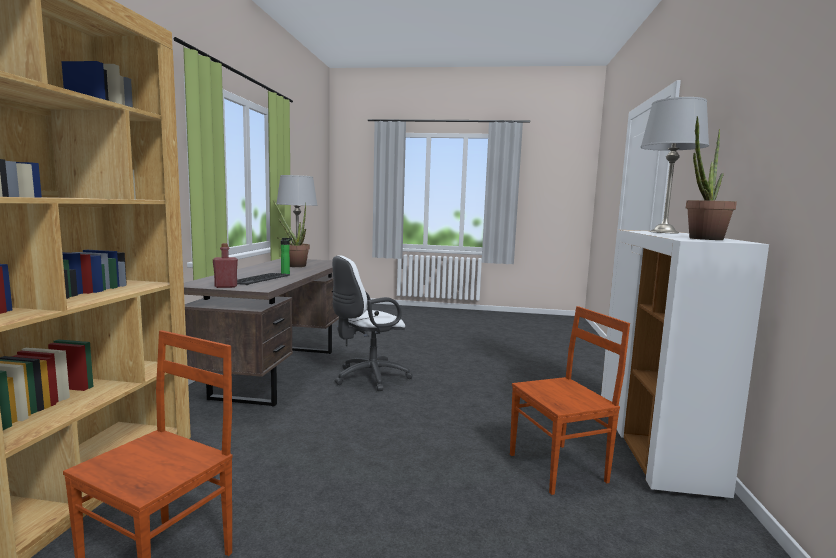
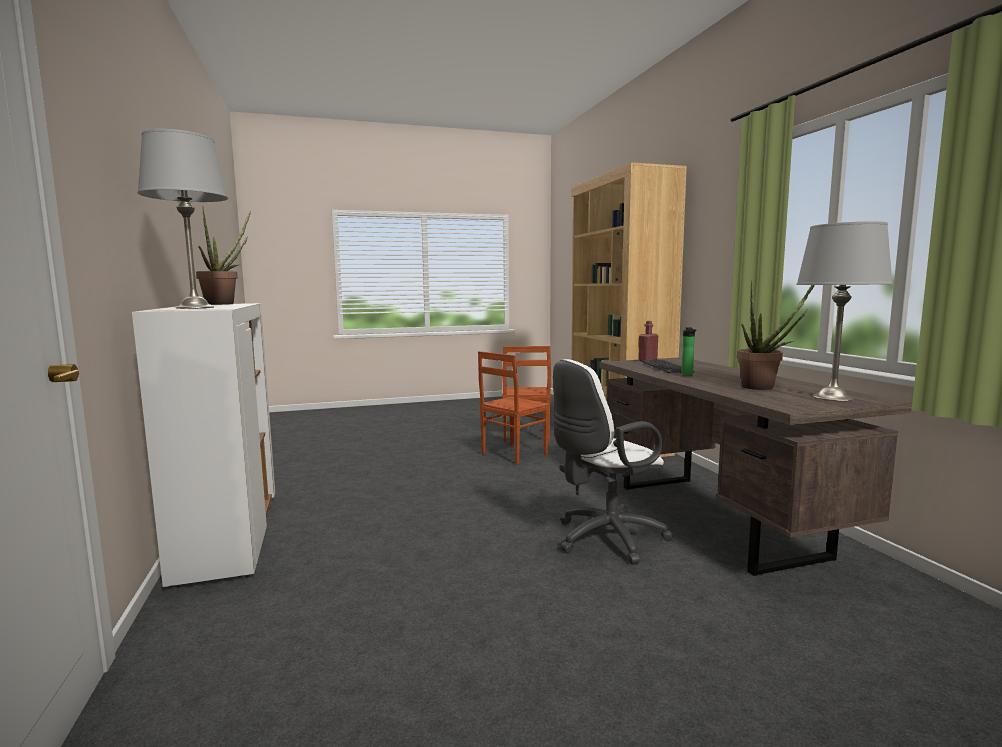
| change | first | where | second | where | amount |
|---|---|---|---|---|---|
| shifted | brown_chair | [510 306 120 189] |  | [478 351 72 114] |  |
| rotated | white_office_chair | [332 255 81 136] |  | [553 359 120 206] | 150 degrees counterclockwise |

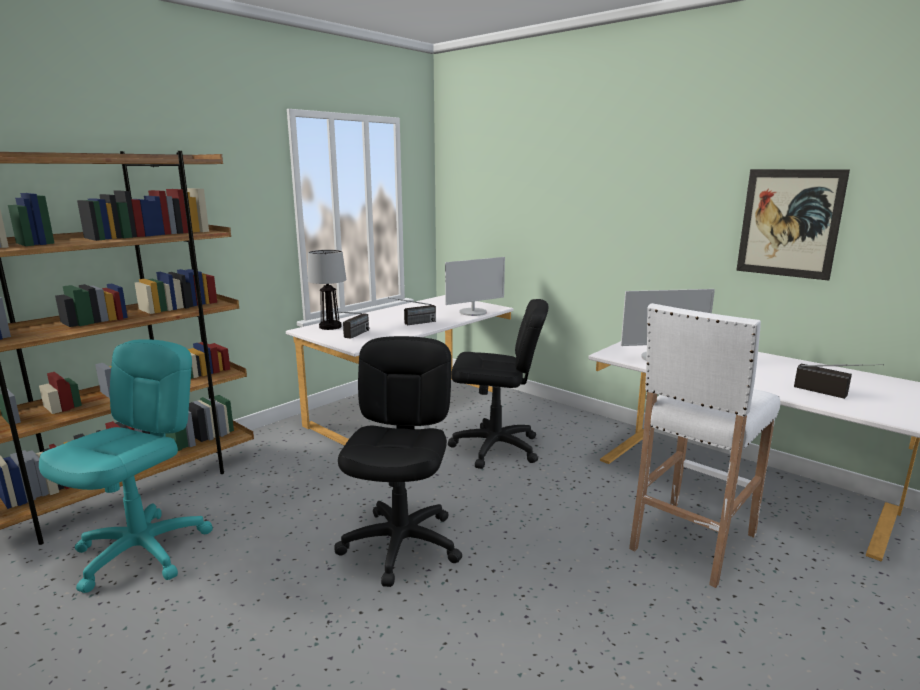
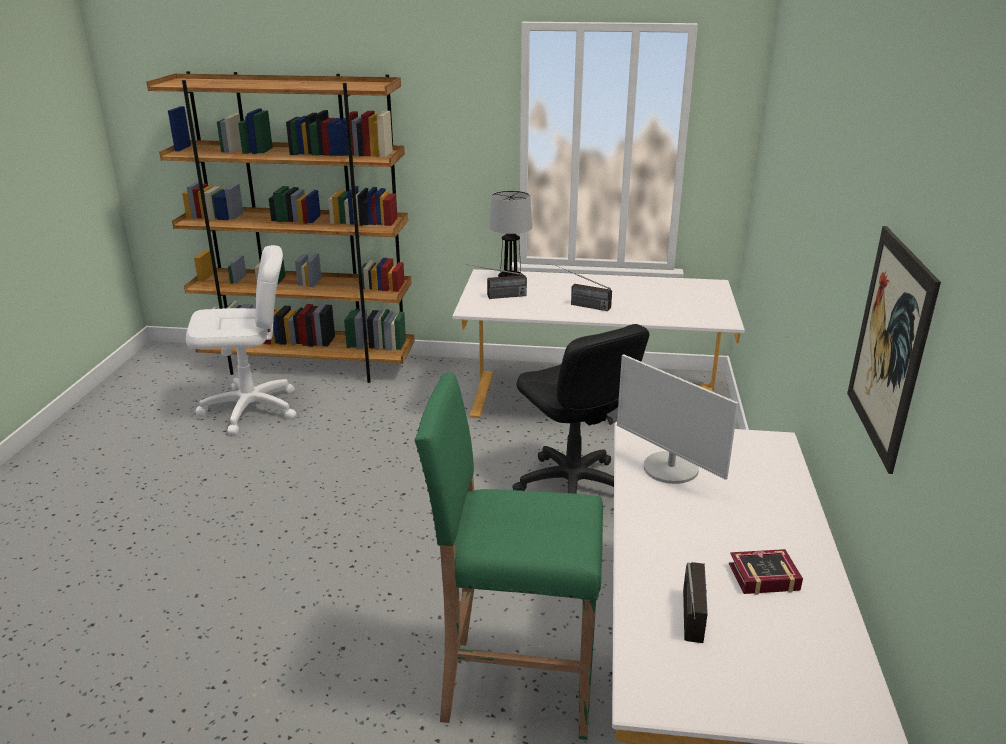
| change | first | where | second | where | amount |
|---|---|---|---|---|---|
| repainted | turquoise_office_chair | [39 339 174 254] | white_office_chair | [186 245 111 190] |  |
| repainted | white_stool | [629 303 151 285] | green_stool | [414 372 189 368] |  |
| new |  |  | book | [729 549 74 46] |  |
| gone | black_office_chair | [334 336 128 251] |  |  |  |
| gone | monitor | [445 257 60 59] |  |  |  |

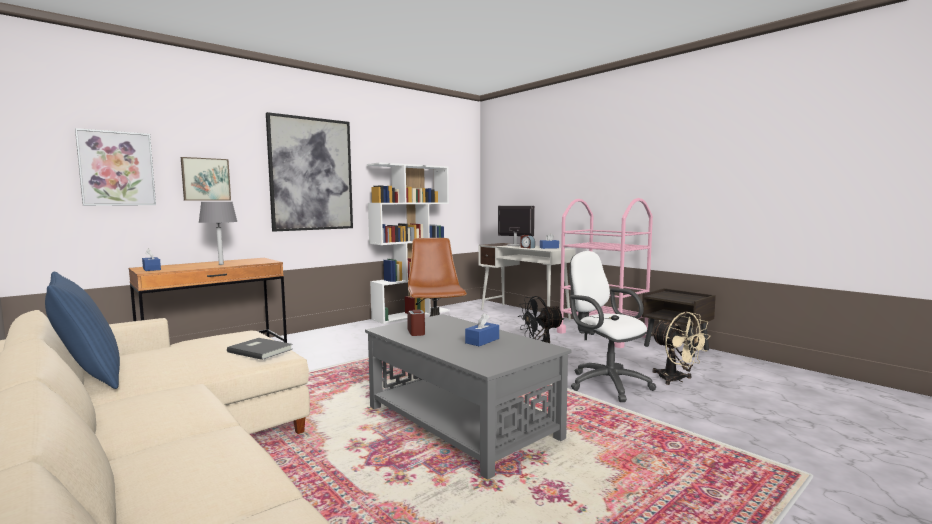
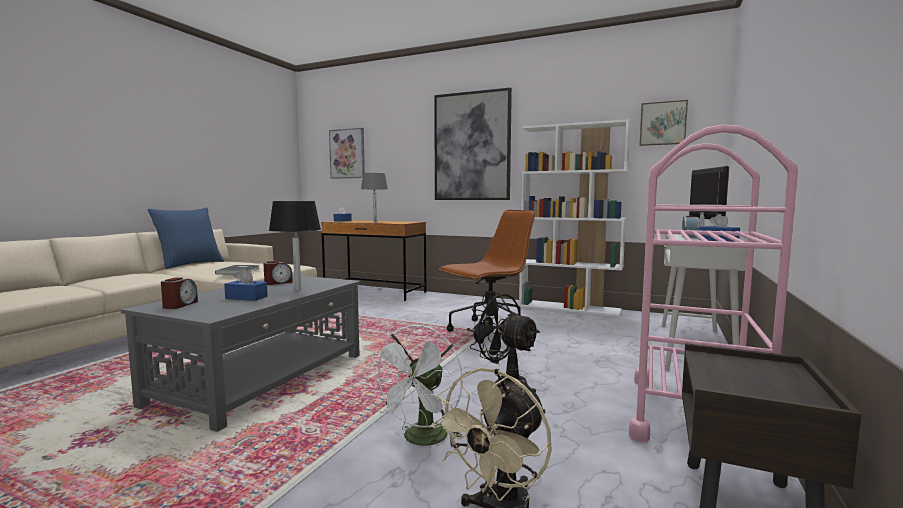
| change | first | where | second | where | amount |
|---|---|---|---|---|---|
| new |  |  | alarm_clock | [161 277 37 32] |  |
| new |  |  | black_table_lamp | [269 201 52 89] |  |
| swapped | white_office_chair | [569 251 87 151] | white_fan | [368 325 95 123] |  |
| shifted | picture | [181 157 50 44] |  | [640 100 48 46] |  |

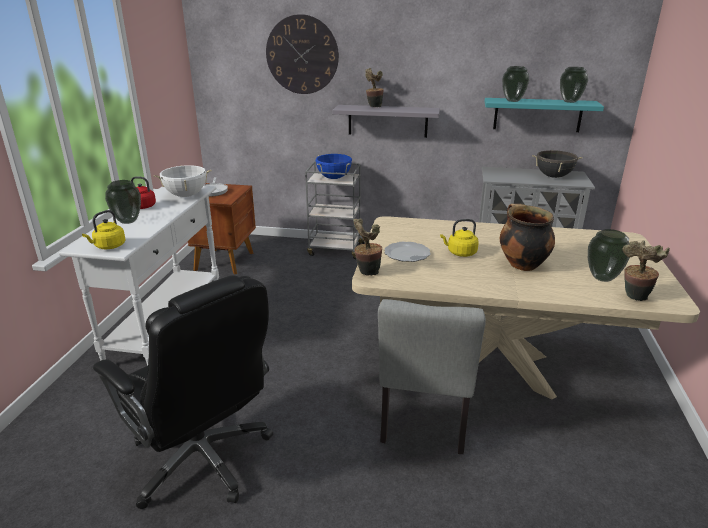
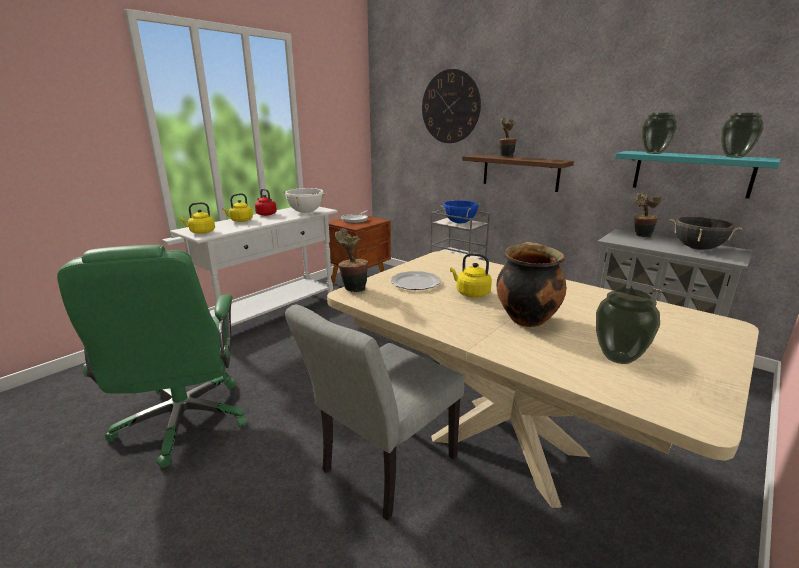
| change | first | where | second | where | amount |
|---|---|---|---|---|---|
| repainted | black_office_chair | [93 275 180 234] | green_office_chair | [57 245 190 223] |  |
| swapped | vase | [105 180 36 44] | yellow_kettle | [222 193 31 29] |  |
| repainted | grey_shelf | [332 105 108 33] | brown_shelf | [462 154 112 38] |  |
| shifted | potted_plant | [623 241 47 60] |  | [634 192 27 46] |  |

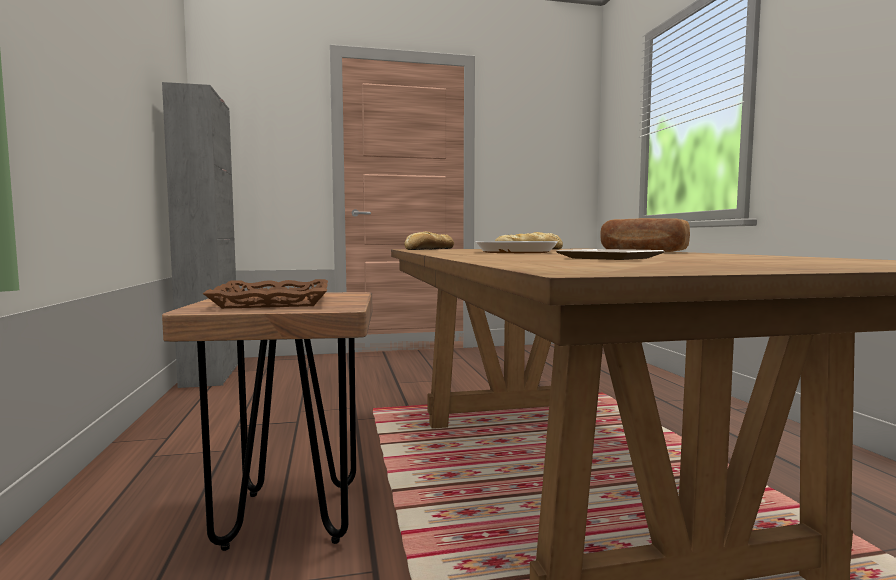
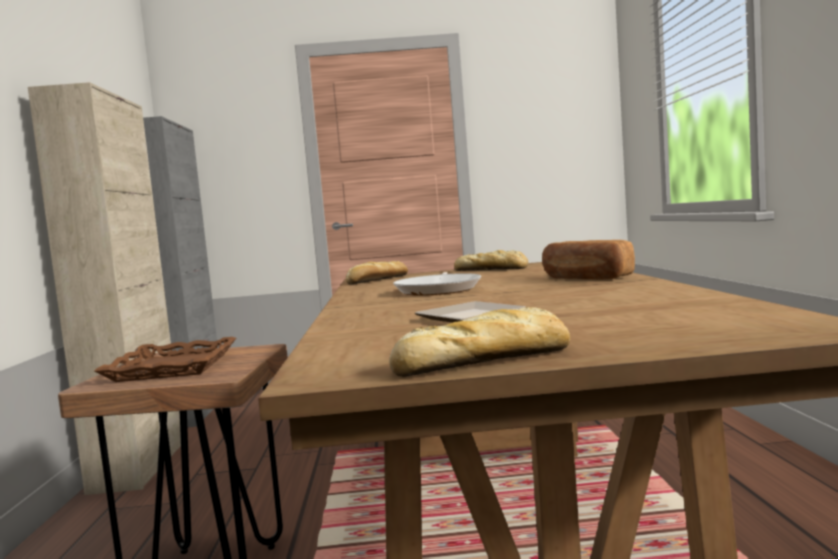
| change | first | where | second | where | amount |
|---|---|---|---|---|---|
| new |  |  | beige_cabinet | [28 82 153 413] |  |
| new |  |  | bread | [389 307 181 70] |  |

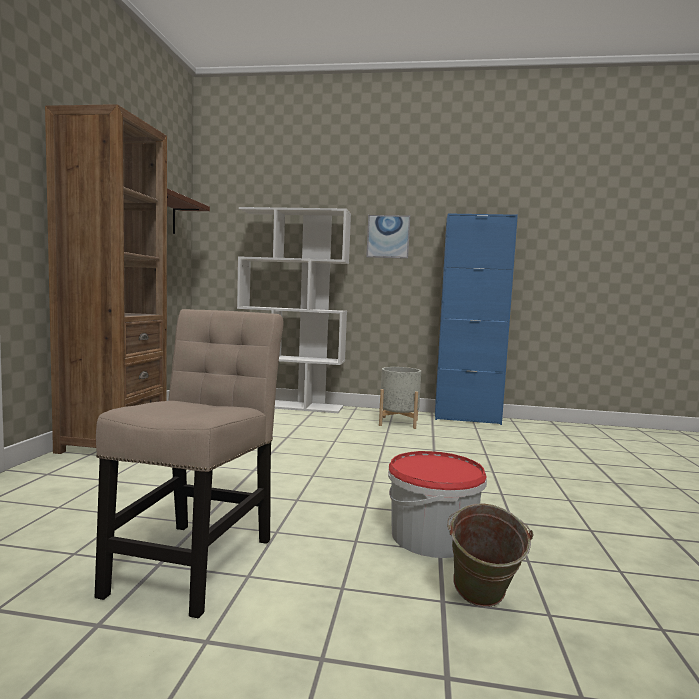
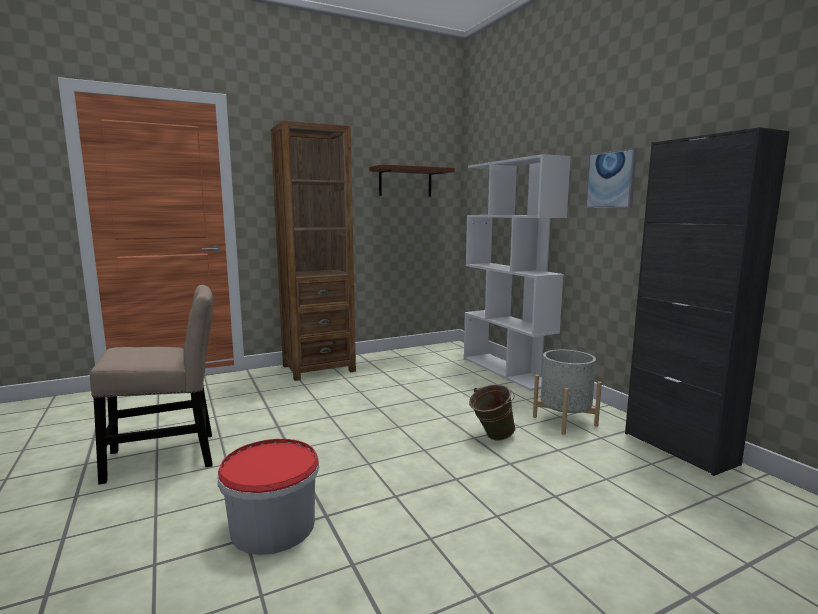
| change | first | where | second | where | amount |
|---|---|---|---|---|---|
| shifted | green_bucket | [447 503 86 104] |  | [469 384 47 57] |  |
| repainted | blue_cabinet | [435 213 83 212] | black_cabinet | [625 127 165 349] |  |

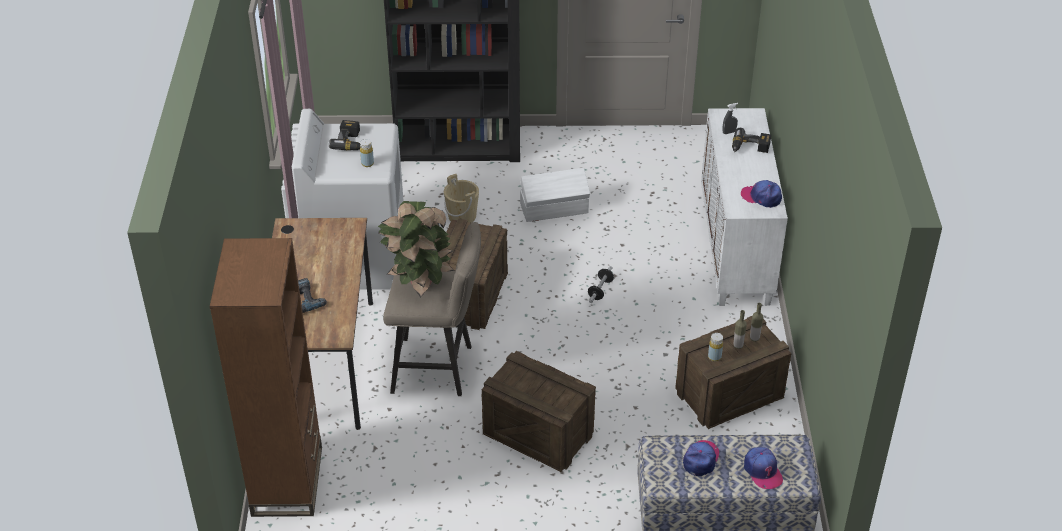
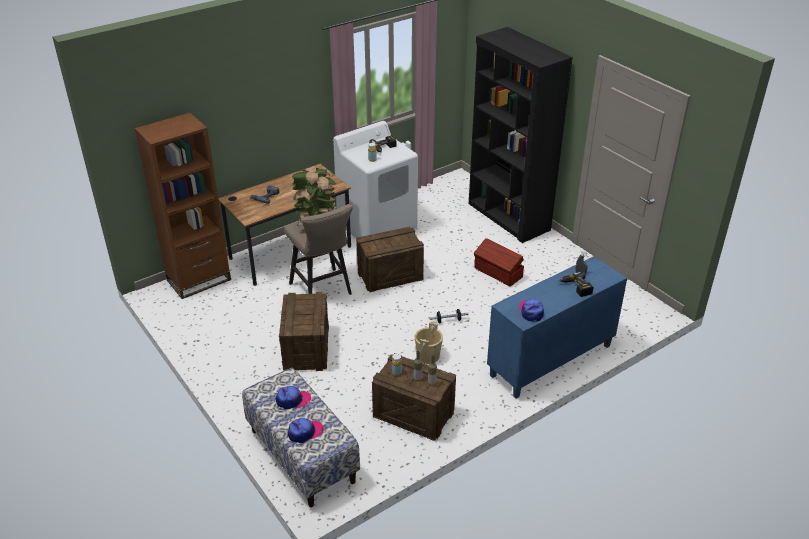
| change | first | where | second | where | amount |
|---|---|---|---|---|---|
| rotated | cap | [744 447 39 42] |  | [288 418 35 25] | 150 degrees counterclockwise |
| shifted | beige_bucket | [444 174 35 49] |  | [415 322 28 42] |  |
| repainted | white_storage_box | [520 168 70 54] | brown_storage_box | [474 238 50 49] |  |
| repainted | white_cabinet | [701 108 87 198] | blue_cabinet | [487 256 140 143] |  |

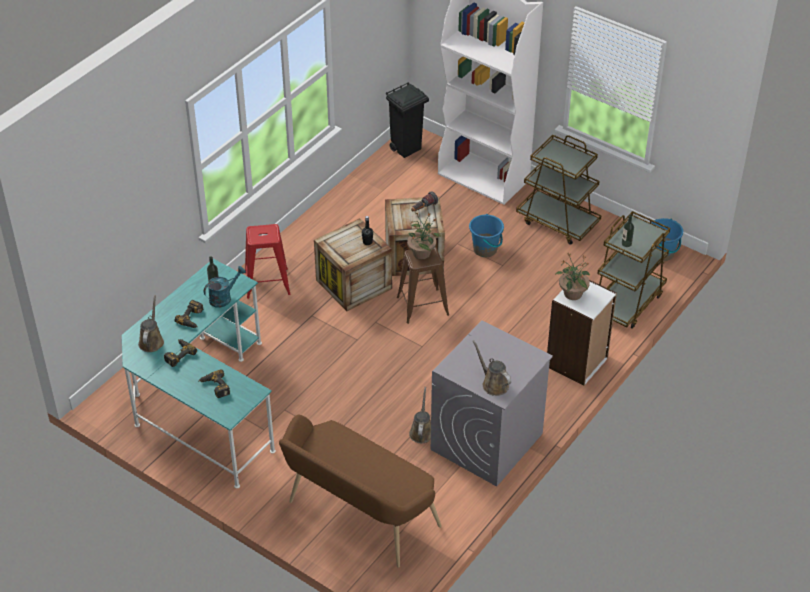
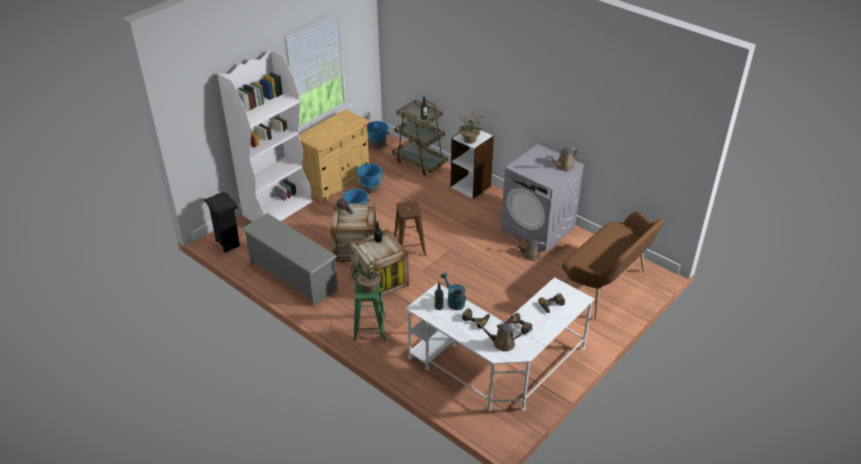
| change | first | where | second | where | amount |
|---|---|---|---|---|---|
| new |  |  | grey_shoe_rack | [242 213 96 94] |  |
| swapped | brown_cart | [516 135 86 110] | beige_cabinet | [299 109 71 93] |  |
| shifted | potted_plant | [407 212 33 47] |  | [352 253 31 40] |  |
| repainted | red_stool | [245 224 45 75] | green_stool | [353 281 33 61] |  |
| new |  |  | blue_bucket | [356 163 27 30] |  |
| repainted | turquoise_desk | [122 259 154 229] | white_desk | [405 277 190 135] |  |

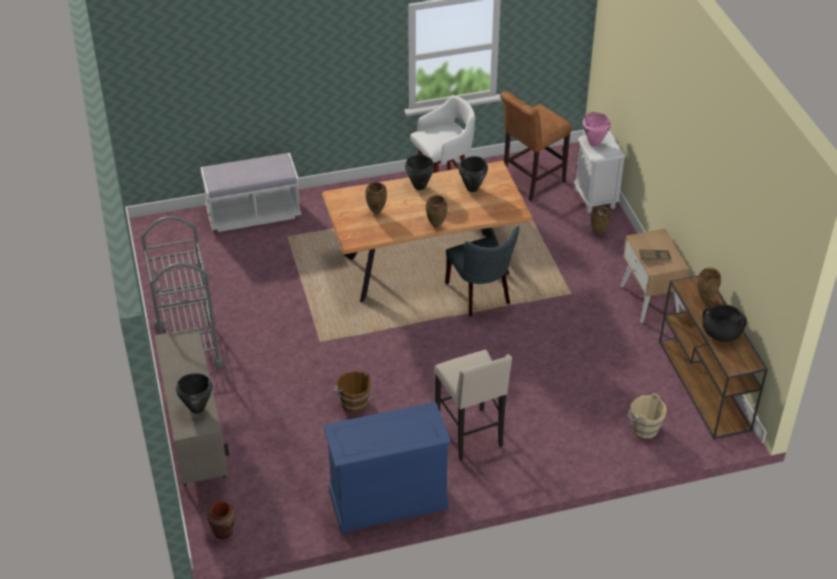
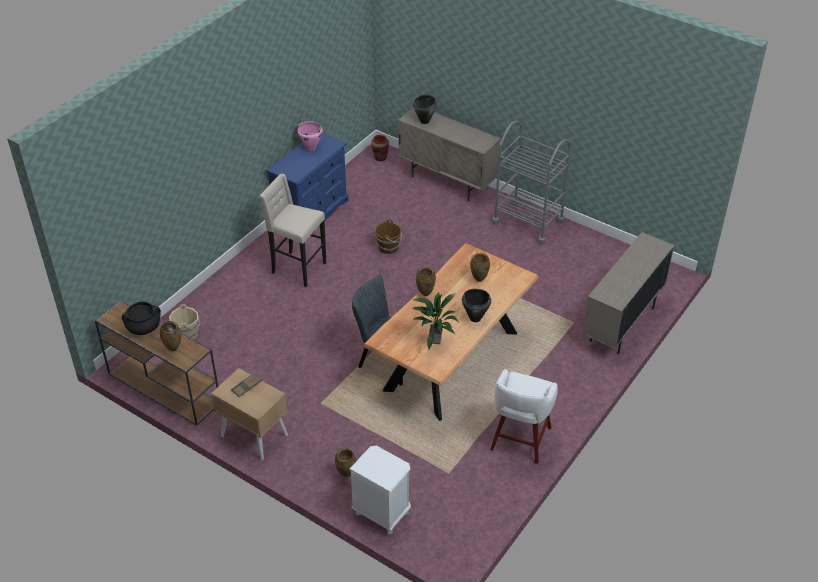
| change | first | where | second | where | amount |
|---|---|---|---|---|---|
| shifted | pink_cooking_pot | [583 112 28 35] |  | [298 121 25 30] |  |
| swapped | black_cooking_pot | [459 156 29 36] | potted_plant | [412 292 47 58] |  |
| swapped | white_bench | [200 153 101 79] | beige_cabinet | [582 232 92 122] |  |
| gone | brown_stool | [500 91 72 110] |  |  |  |

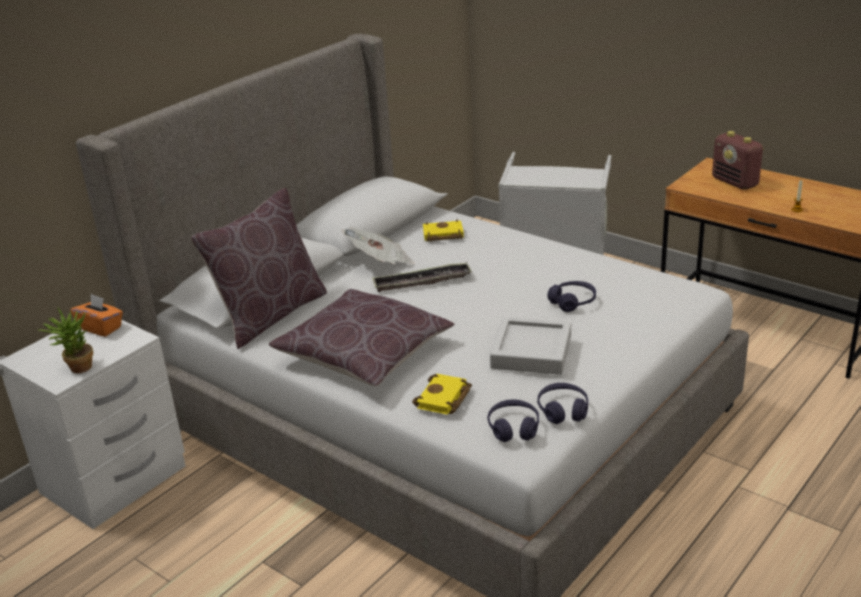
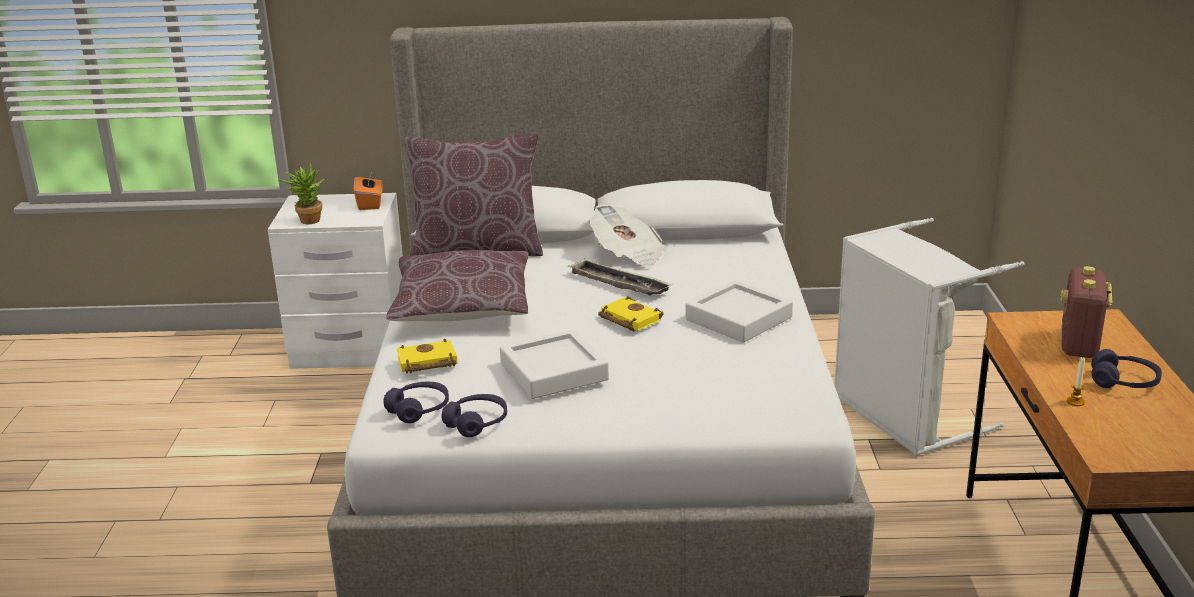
| change | first | where | second | where | amount |
|---|---|---|---|---|---|
| shifted | yellow_book | [423 220 41 22] |  | [598 296 66 36] |  |
| new |  |  | grey_tray | [686 280 107 62] |  |
| shifted | purple_headphones | [547 281 49 31] |  | [1091 349 71 39] |  |

